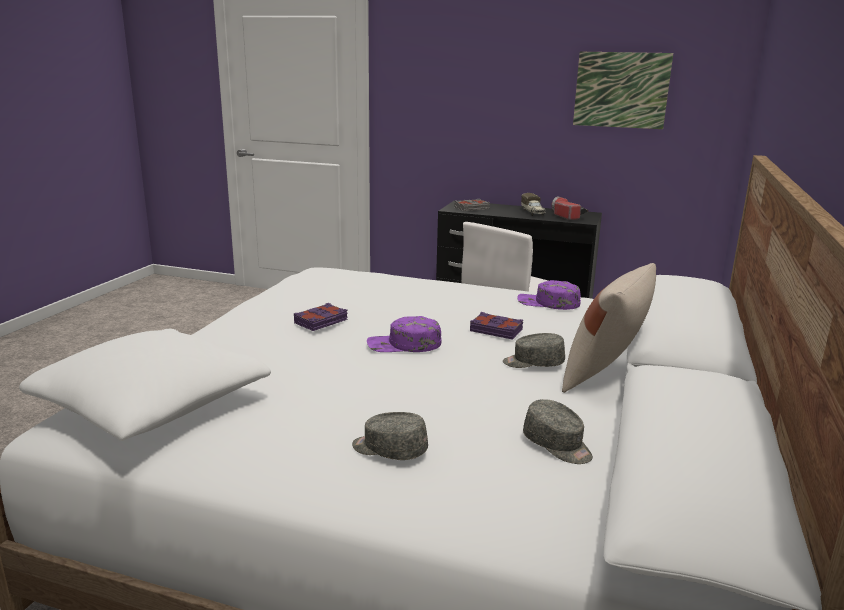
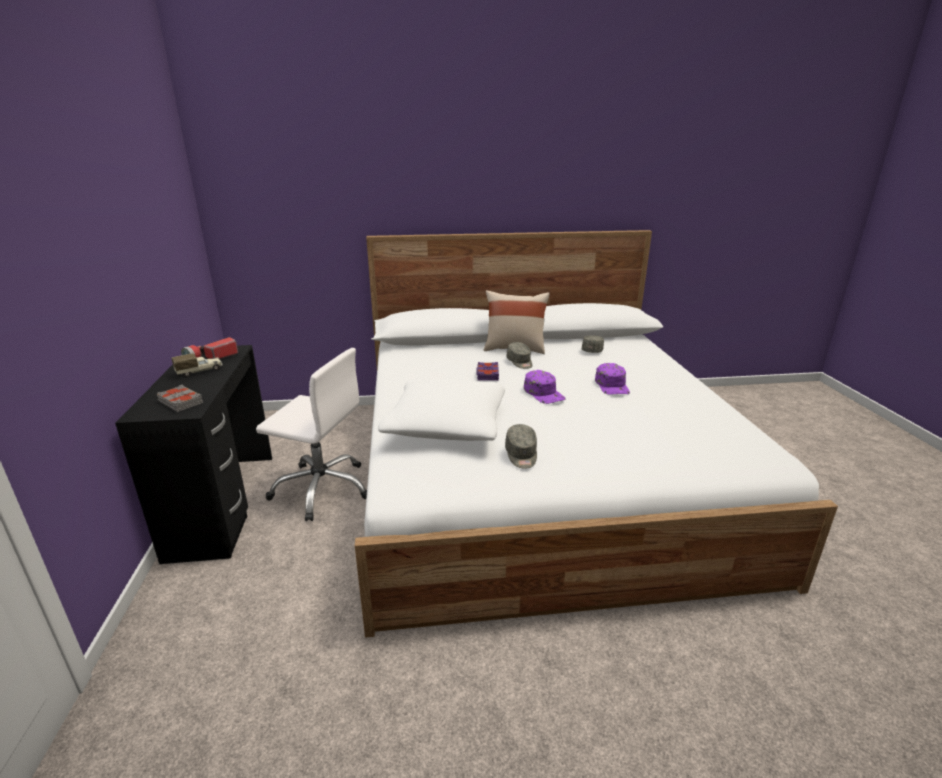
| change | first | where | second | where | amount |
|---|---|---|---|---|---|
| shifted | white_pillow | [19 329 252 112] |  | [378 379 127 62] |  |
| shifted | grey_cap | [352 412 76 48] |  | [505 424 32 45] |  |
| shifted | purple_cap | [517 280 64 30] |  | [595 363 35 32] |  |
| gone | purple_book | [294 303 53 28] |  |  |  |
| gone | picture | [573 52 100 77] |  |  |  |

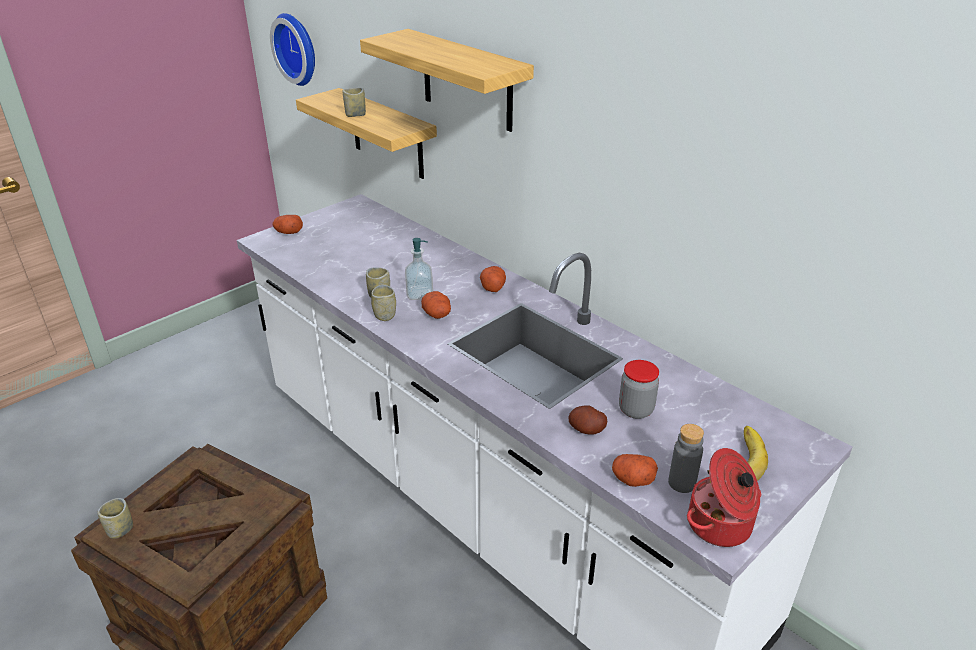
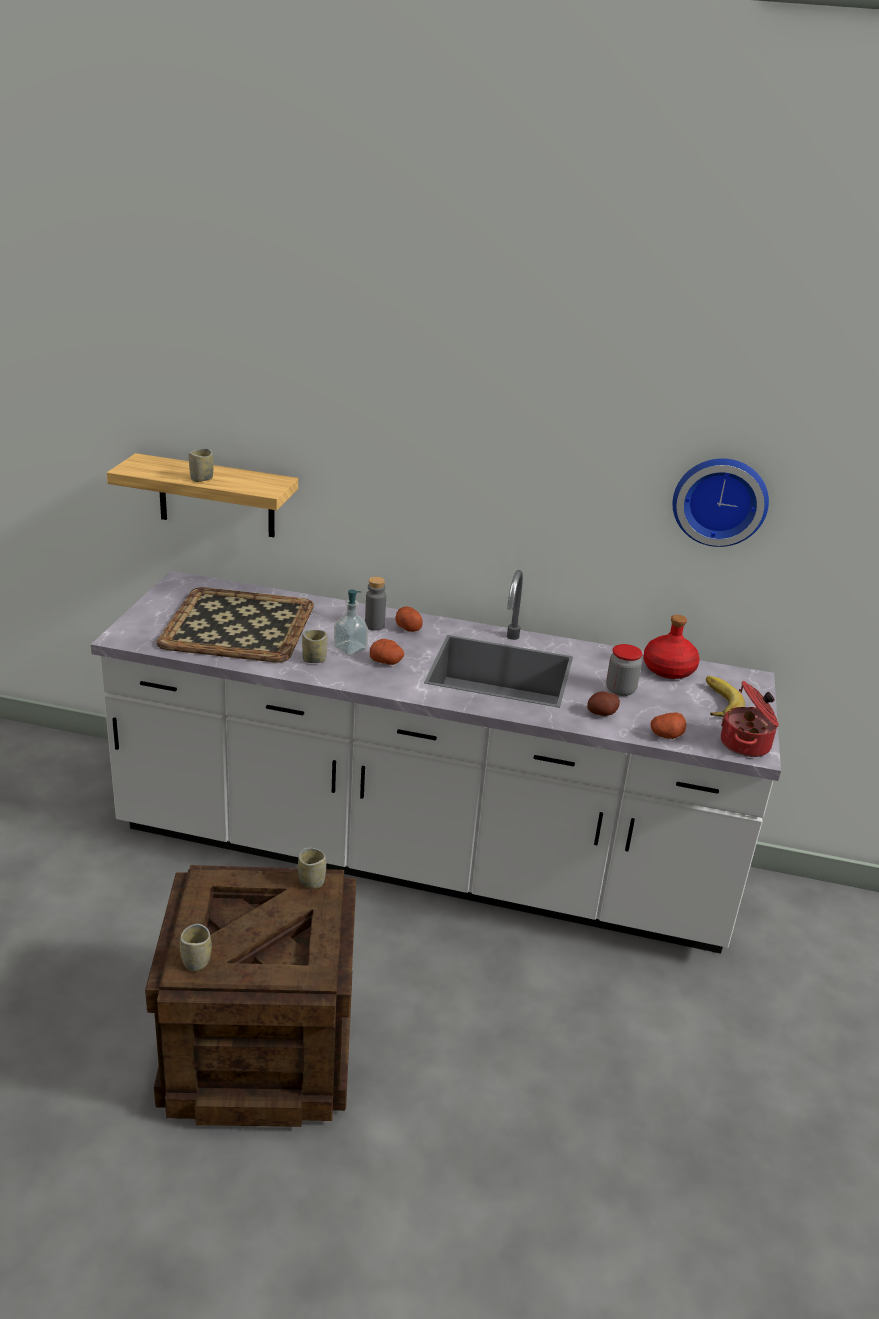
| change | first | where | second | where | amount |
|---|---|---|---|---|---|
| new |  |  | tray | [156 587 158 76] |  |
| shifted | cup | [371 285 25 36] |  | [298 848 28 41] |  |
| shifted | grey_bottle | [668 424 36 69] |  | [365 577 21 54] |  |
| new |  |  | red_bottle | [643 615 57 64] |  |
| shifted | wall_clock | [270 13 45 73] |  | [673 458 96 89] |  |
| gone | potato | [272 215 31 19] |  |  |  |
| gone | shelf | [360 29 174 103] |  |  |  |

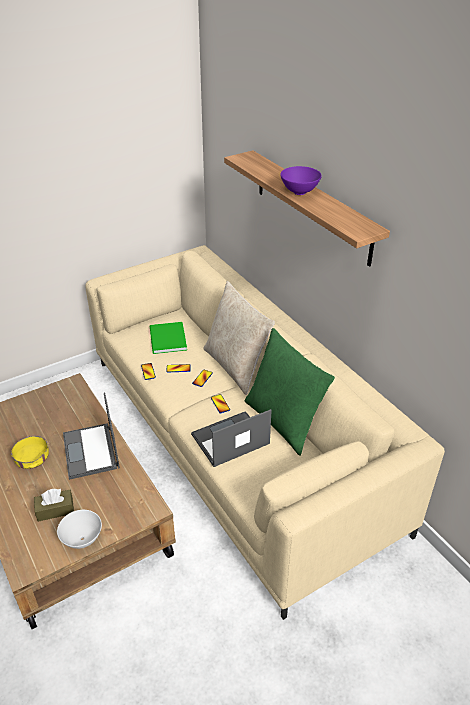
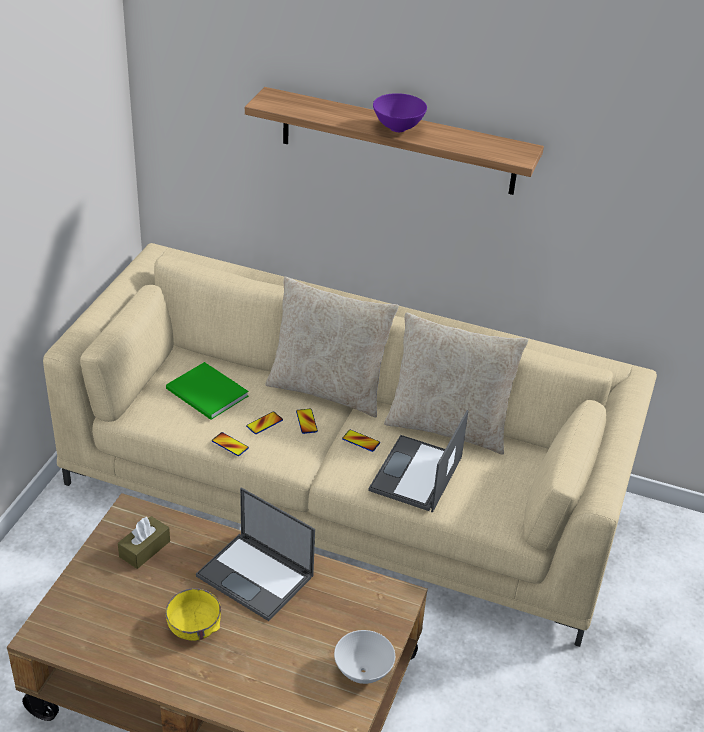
| change | first | where | second | where | amount |
|---|---|---|---|---|---|
| shifted | brown_tissue_box | [34 489 40 33] |  | [118 516 52 53] |  |
| repainted | green_pillow | [245 328 90 128] | beige_pillow | [384 313 144 142] |  |

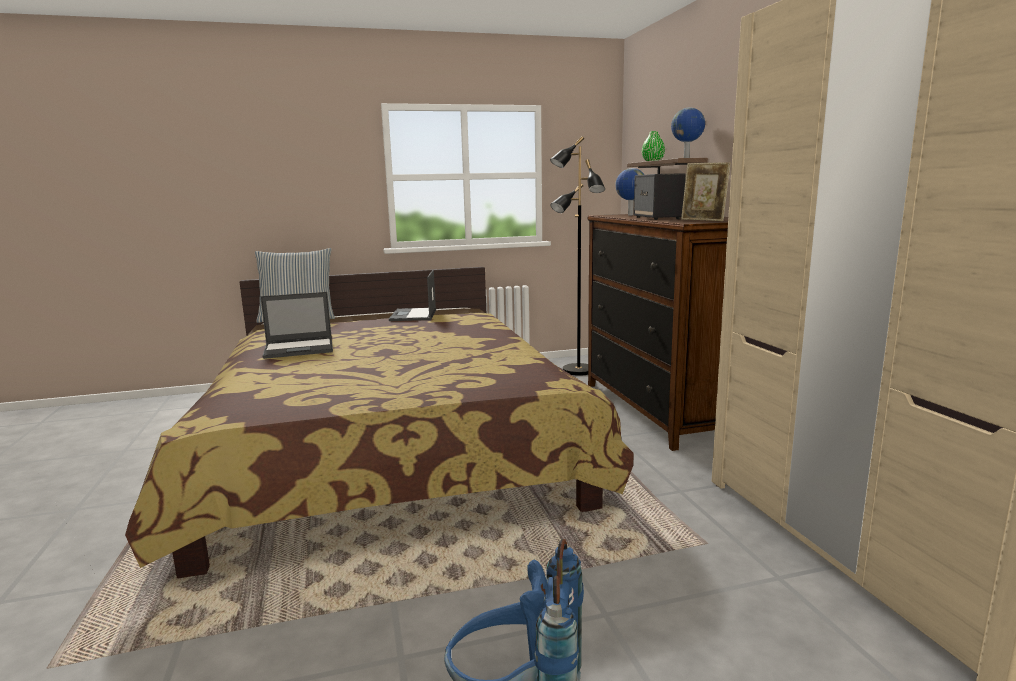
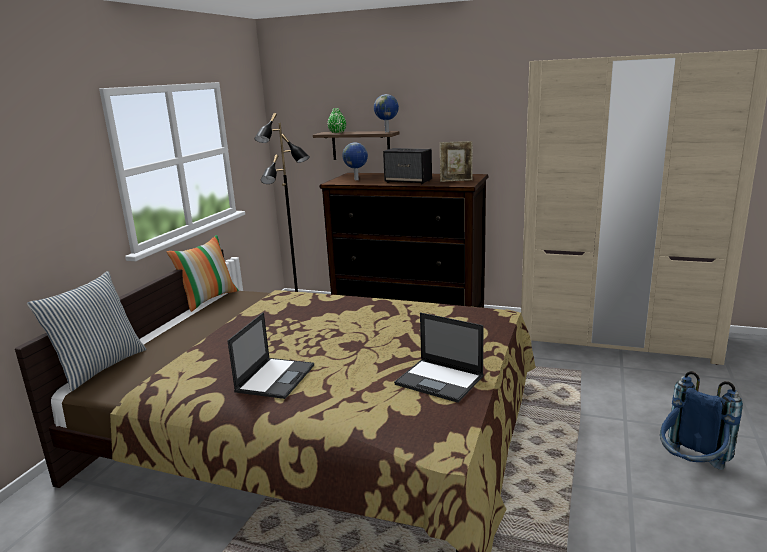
| change | first | where | second | where | amount |
|---|---|---|---|---|---|
| new |  |  | pillow | [167 235 72 77] |  |
| shifted | laptop | [389 270 47 51] |  | [394 312 90 91] |  |

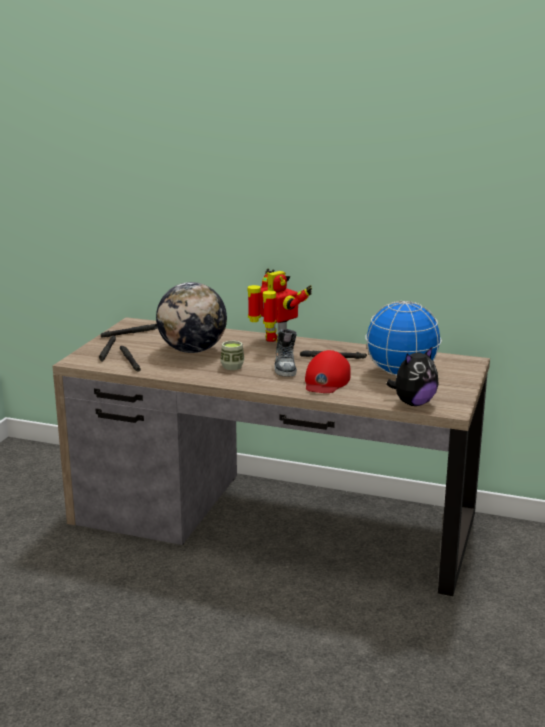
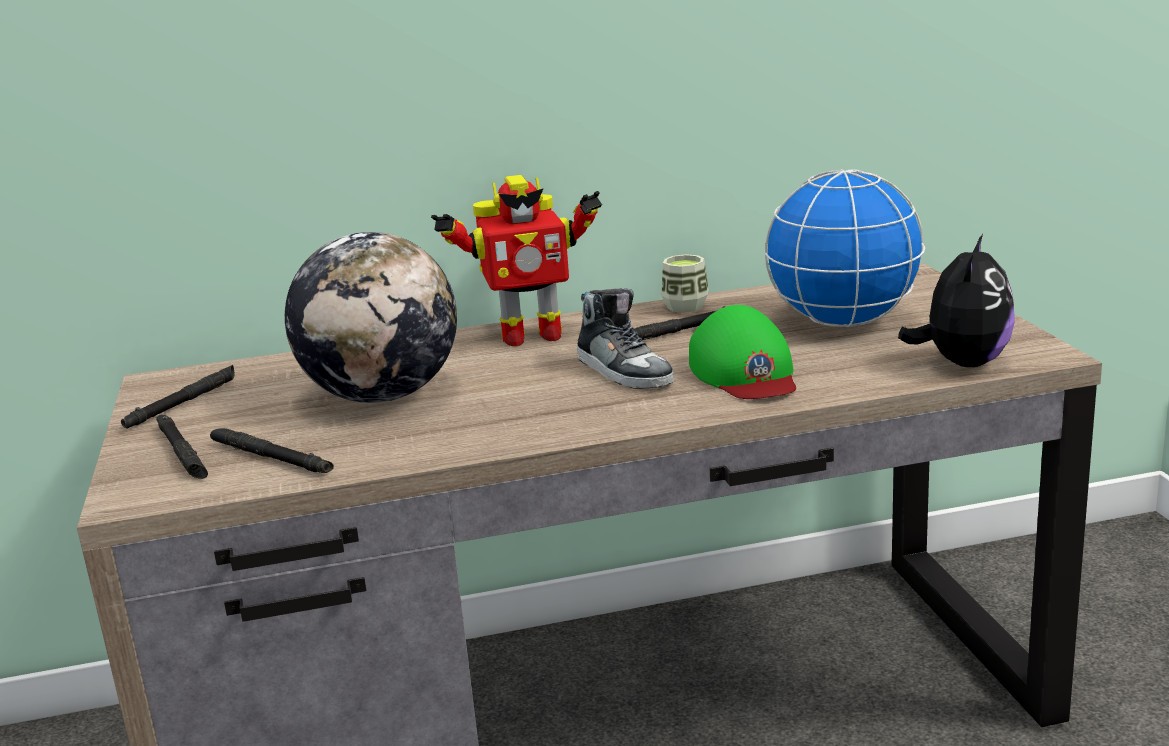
| change | first | where | second | where | amount |
|---|---|---|---|---|---|
| rotated | toy_robot | [247 268 65 74] |  | [431 175 171 171] | 150 degrees clockwise |
| shifted | cup | [220 341 24 29] |  | [661 254 48 59] |  |
| repainted | red_cap | [305 350 46 43] | green_cap | [689 305 107 94] |  |

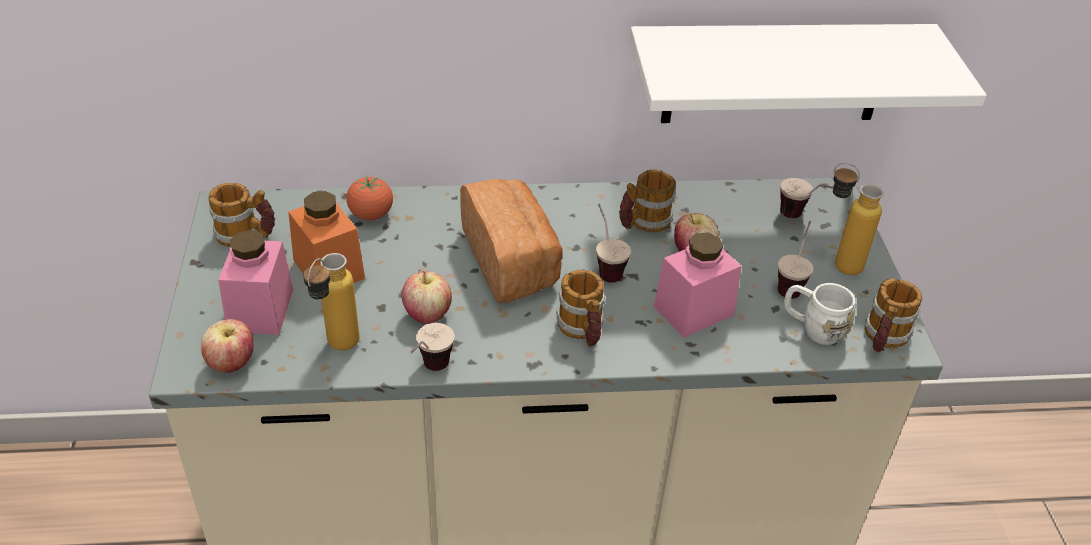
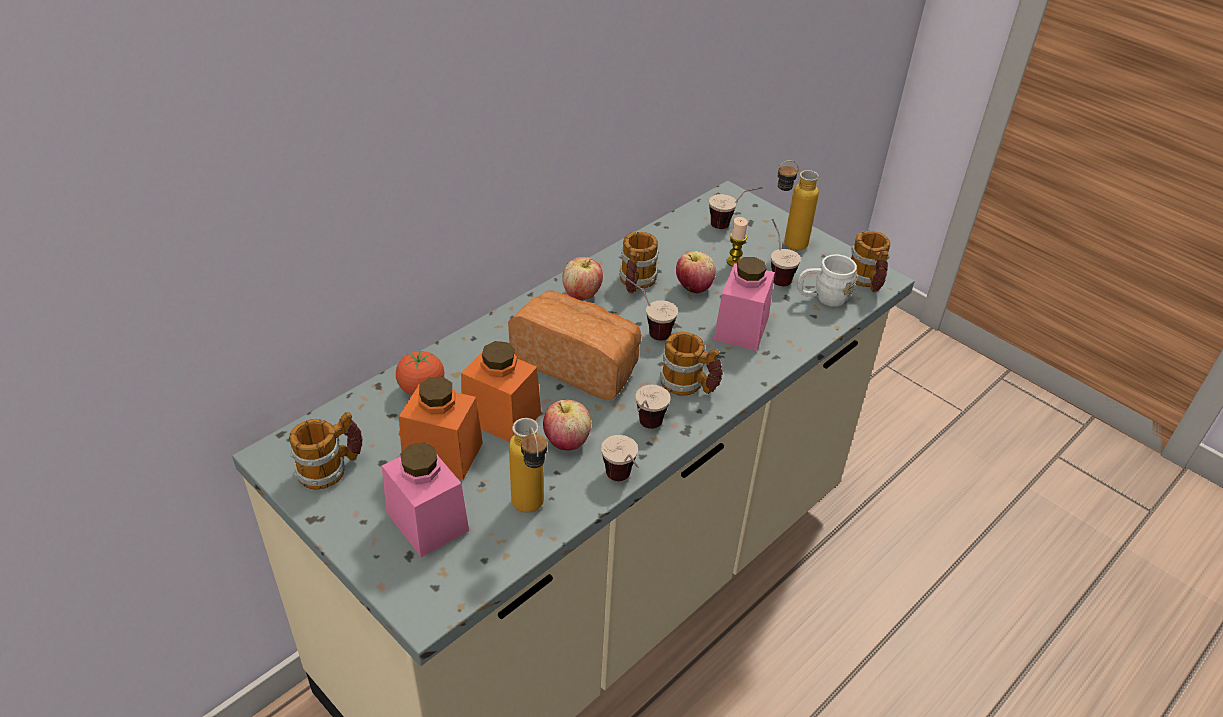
| change | first | where | second | where | amount |
|---|---|---|---|---|---|
| new |  |  | orange_jar | [461 341 80 101] |  |
| shifted | apple | [201 319 52 54] |  | [562 257 41 43] |  |
| new |  |  | cup | [635 385 36 44] |  |
| new |  |  | candle | [727 217 21 50] |  |
| gone | white_shelf | [630 24 357 99] |  |  |  |

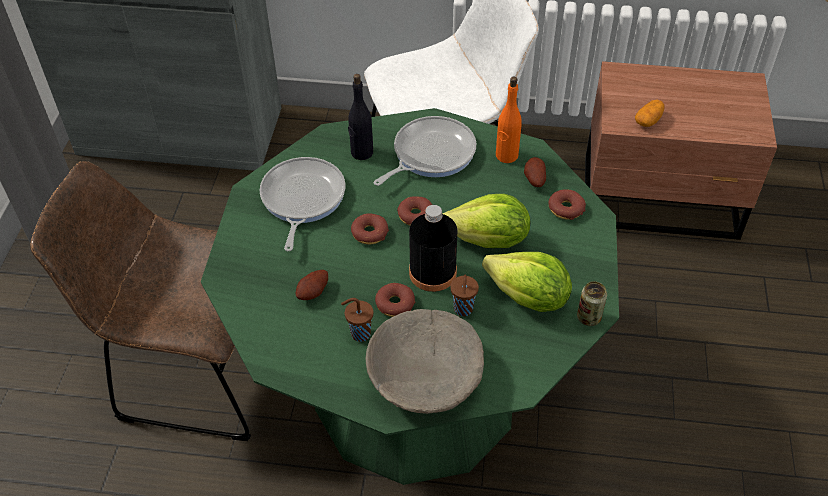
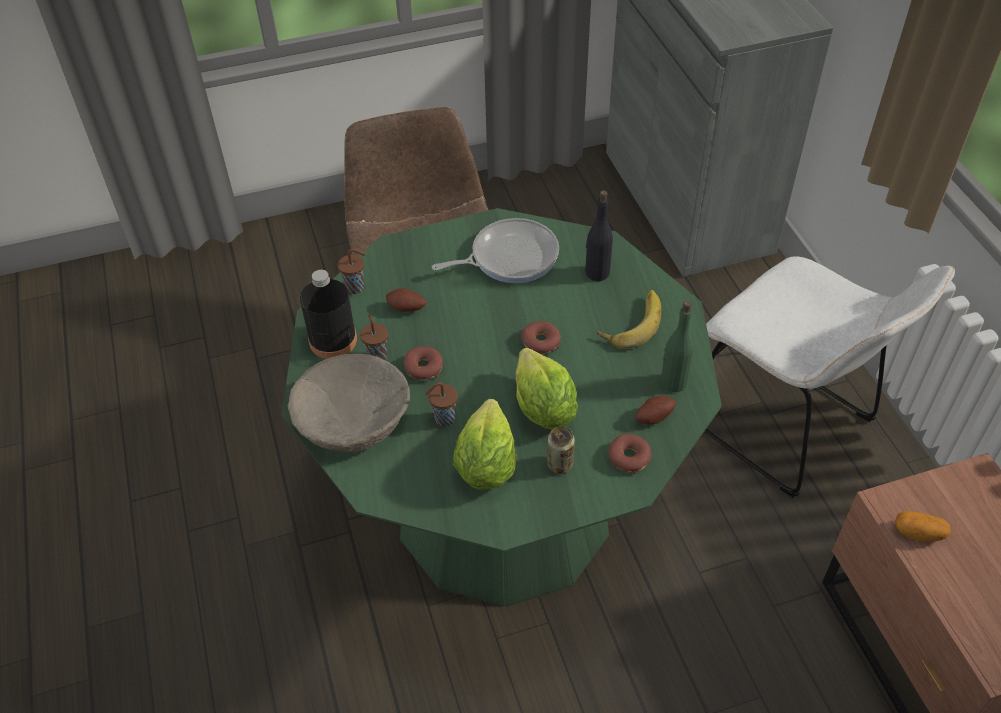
| change | first | where | second | where | amount |
|---|---|---|---|---|---|
| shifted | black_bottle | [409 205 49 87] |  | [300 270 57 89] |  |
| new |  |  | brown_cup | [338 249 28 45] |  |
| shifted | can | [577 281 30 45] |  | [547 427 28 47] |  |
| swapped | frying_pan | [374 116 102 70] | banana | [597 290 64 59] |  |
| repainted | orange_bottle | [496 77 26 86] | green_bottle | [661 301 33 91] |  |
| gone | donut | [351 213 38 31] |  |  |  |

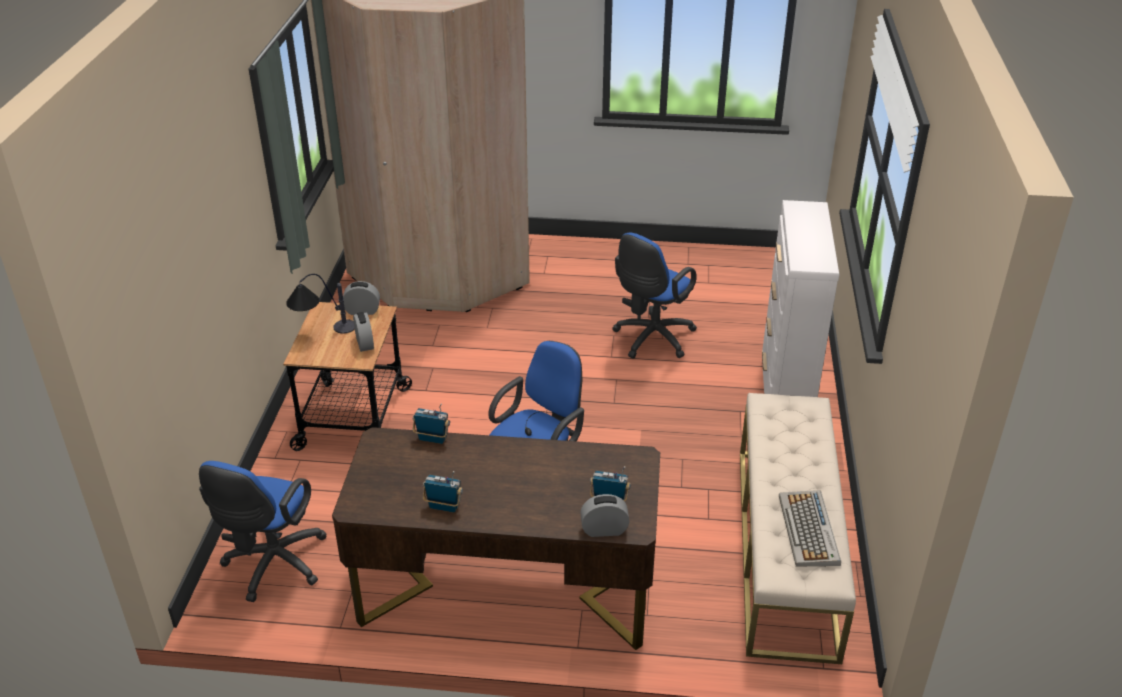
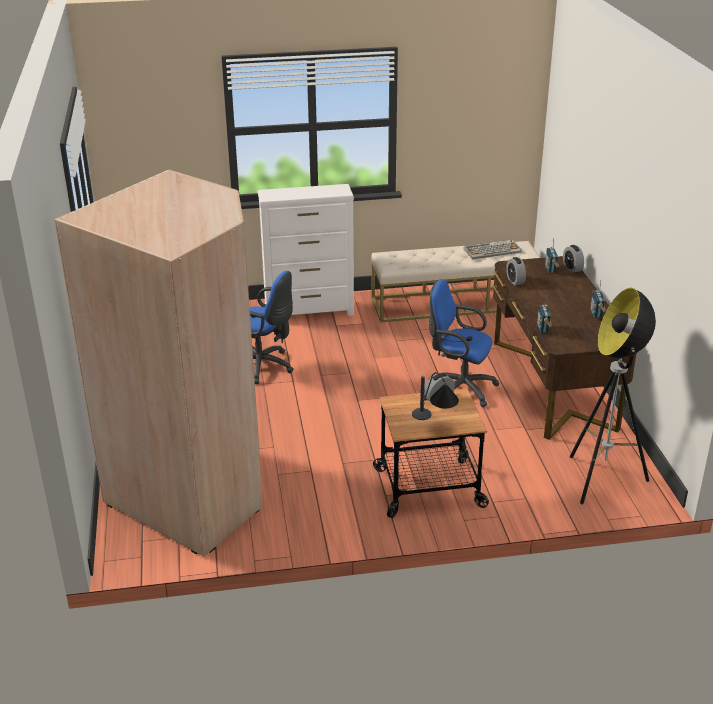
| change | first | where | second | where | amount |
|---|---|---|---|---|---|
| shifted | alarm_clock | [343 281 37 34] |  | [506 257 20 28] |  |
| swapped | blue_office_chair | [199 461 128 141] | floor_lamp | [570 288 86 216] |  |

